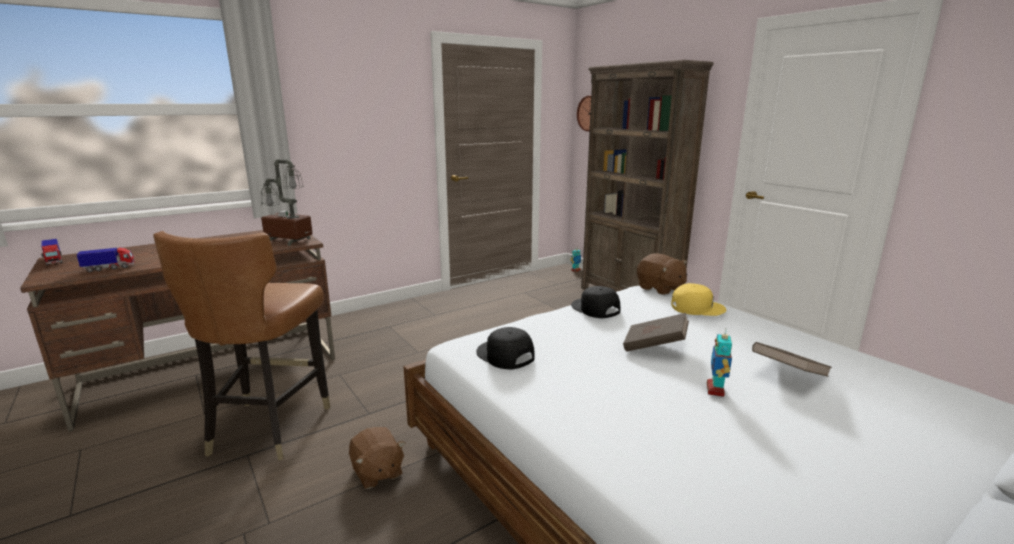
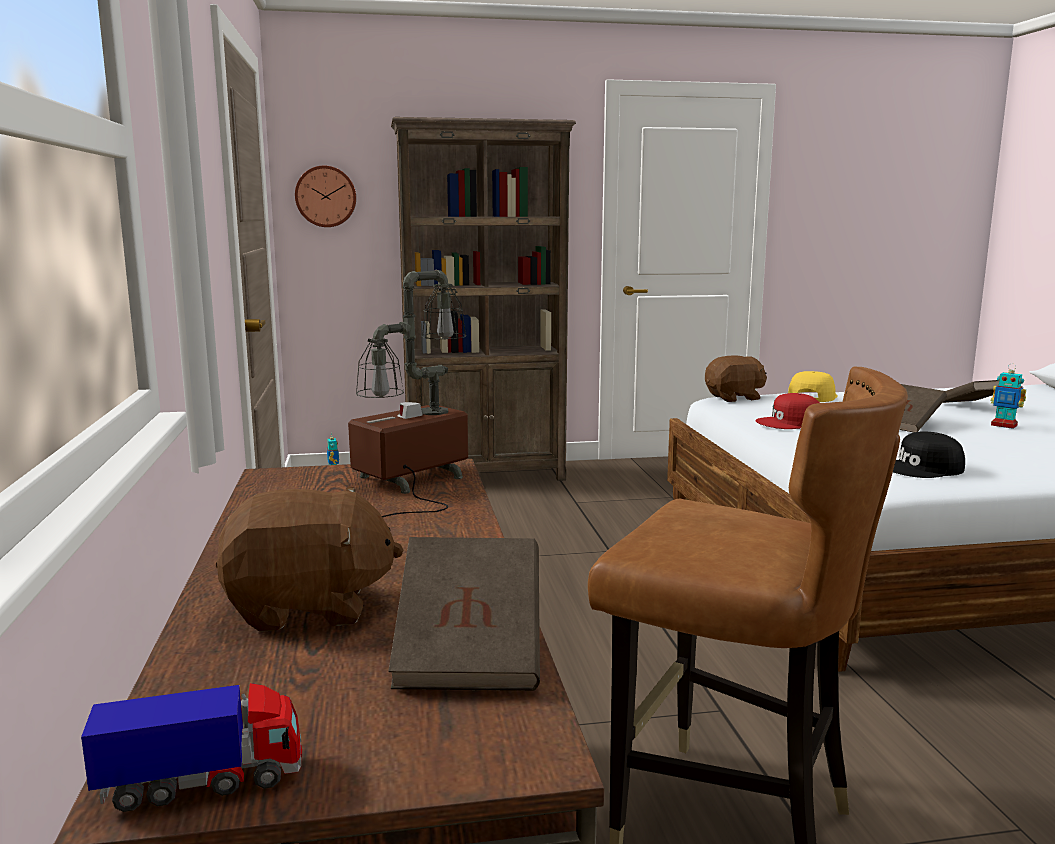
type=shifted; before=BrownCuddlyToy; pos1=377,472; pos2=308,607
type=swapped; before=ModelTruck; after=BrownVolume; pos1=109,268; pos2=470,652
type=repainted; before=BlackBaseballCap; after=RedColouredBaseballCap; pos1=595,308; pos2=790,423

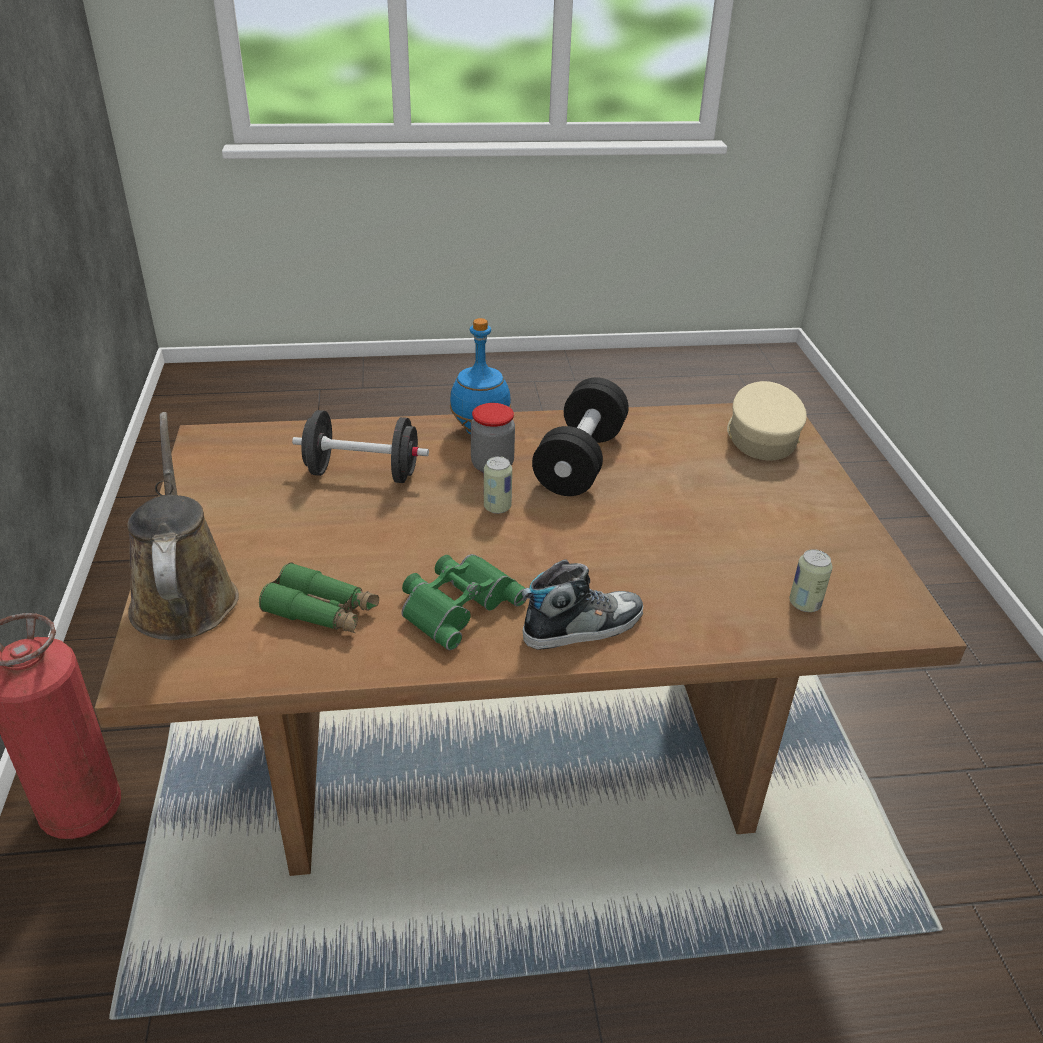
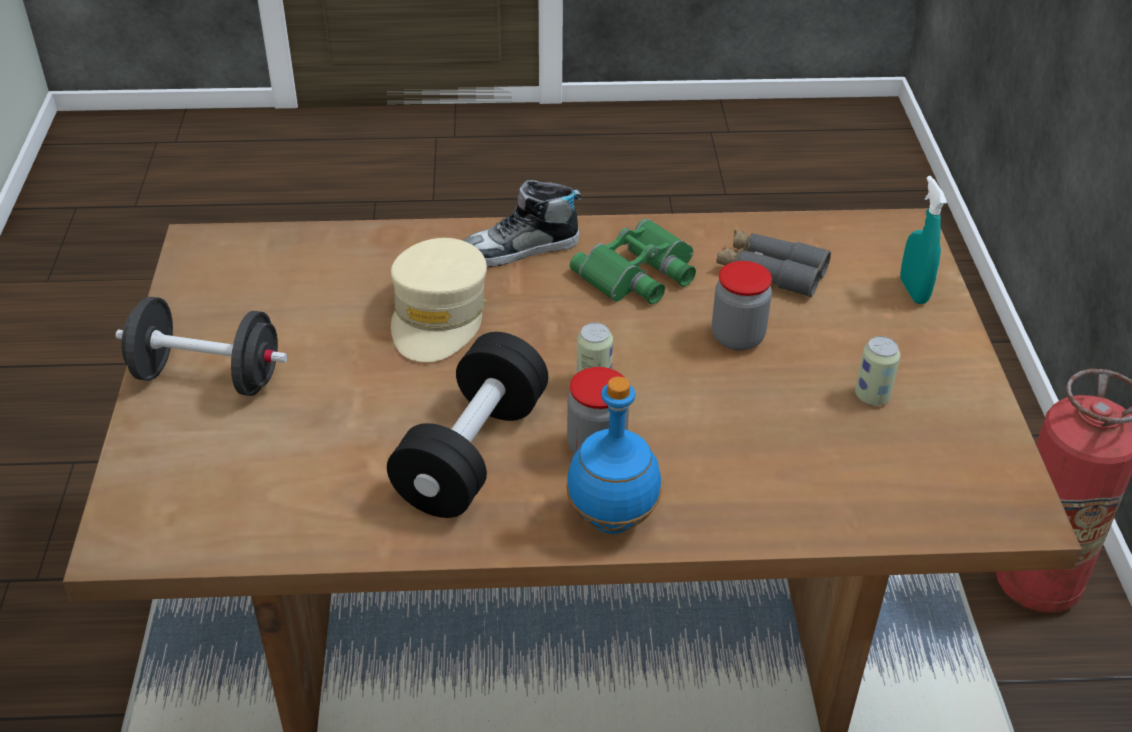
type=shifted; before=BlackDumbbell; pos1=362,473; pos2=208,377
type=shifted; before=BeigeColouredBaseballCap; pos1=761,436; pos2=438,315
type=new; after=PreserveJar; pos2=737,337
type=repainted; before=GreenBinoculars; after=GreyBinoculars; pos1=322,611; pos2=771,271
type=shifted; before=Can; pos1=804,604; pos2=872,396
type=swapped; before=BrownSprinklingCan; after=BlueGreenSprayer; pos1=184,595; pos2=913,291

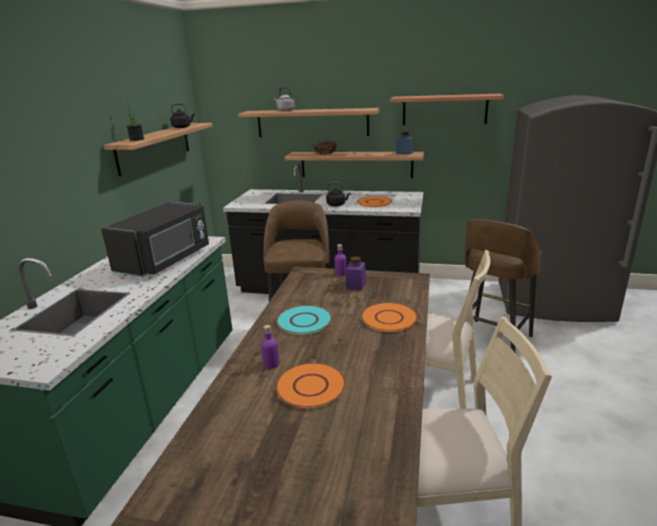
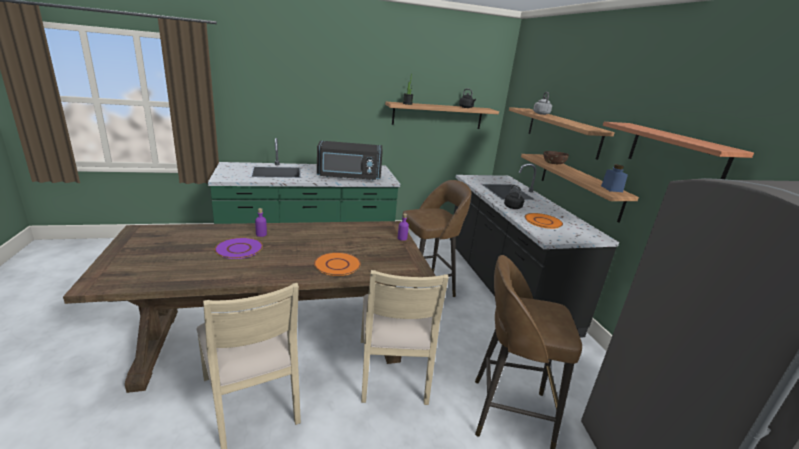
type=repainted; before=OrangeDinnerPlate; after=PurplishDinnerPlate; pos1=311,386; pos2=239,249
type=gone; before=BlueGreenDinnerPlate; pos1=304,321
type=gone; before=PurplishPreserveJar; pos1=356,285

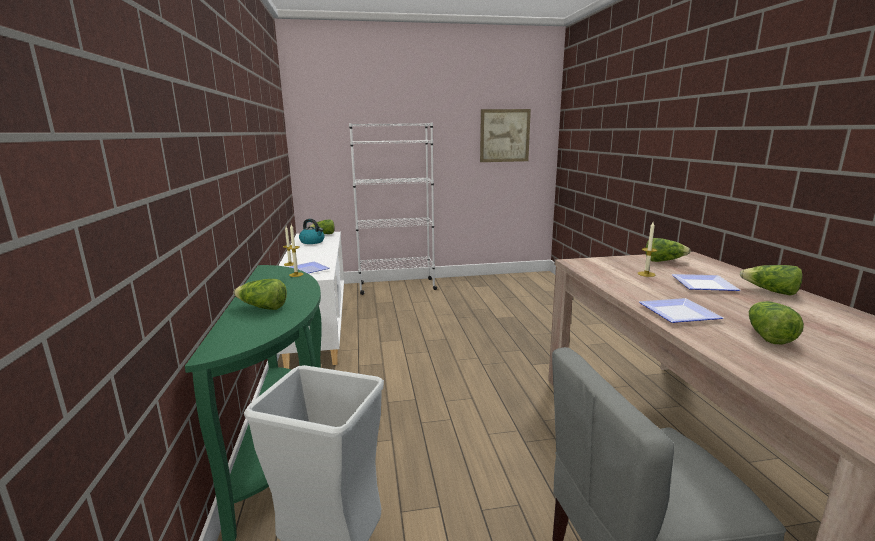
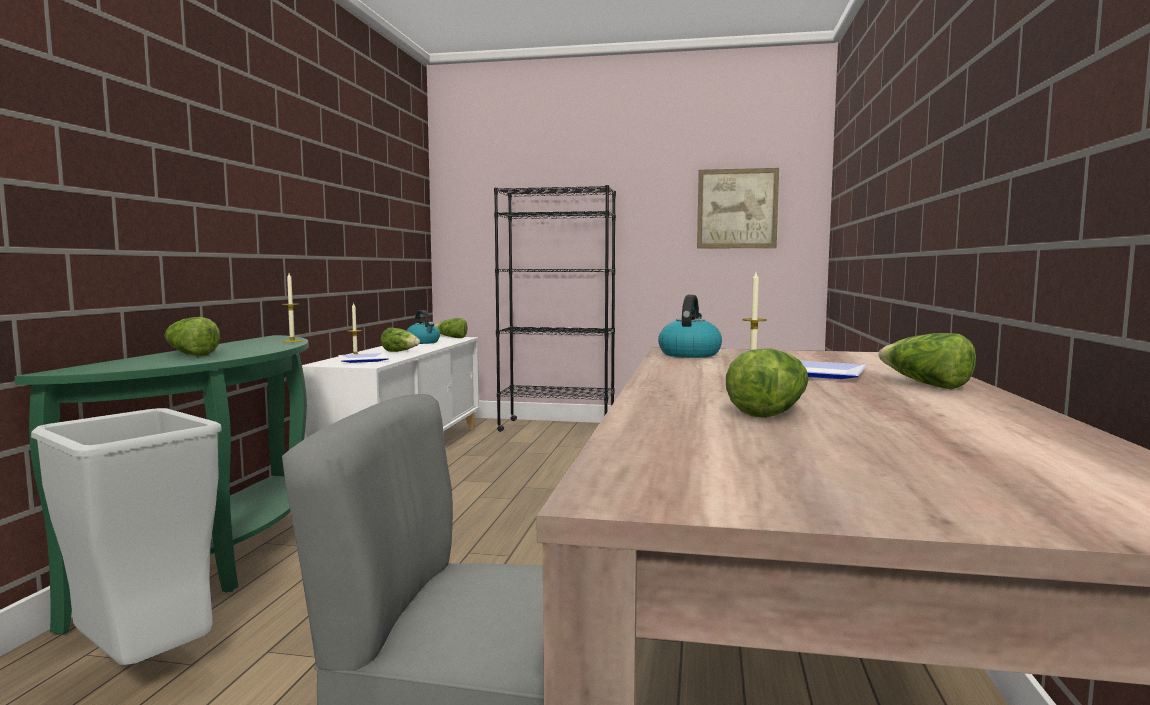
type=shifted; before=LettuceHead; pos1=663,261; pos2=400,352
type=repainted; before=WhitishBookcase; after=BlackBookcase; pos1=396,286; pos2=557,427
type=new; after=Kettle; pos2=689,354
type=gone; before=DinnerPlate; pos1=681,314

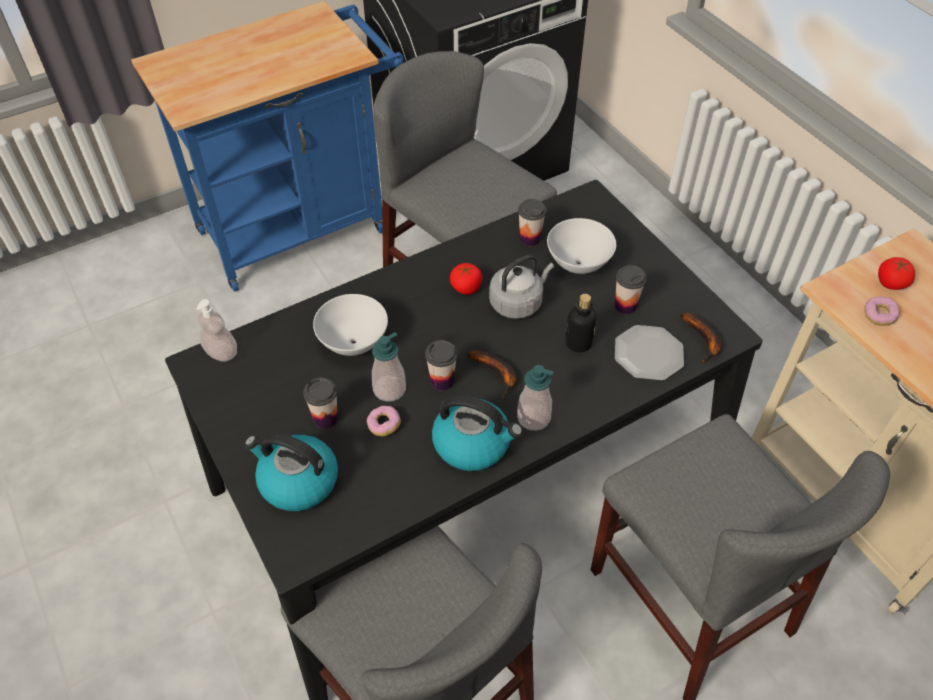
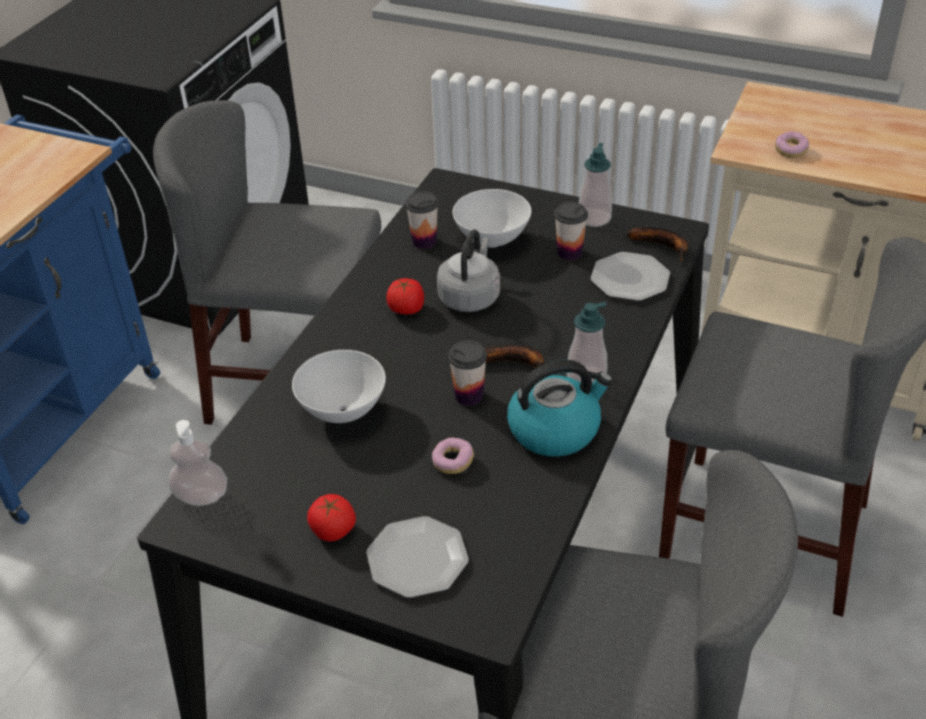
type=shifted; before=Tomato; pos1=890,283; pos2=333,530
type=swapped; before=Kettle; after=DinnerPlate; pos1=297,481; pos2=418,560
type=shifted; before=SoapDispenser; pos1=389,389; pos2=594,218
type=gone; before=SmallCup; pos1=325,418
type=gone; before=BeverageBottle; pos1=578,343

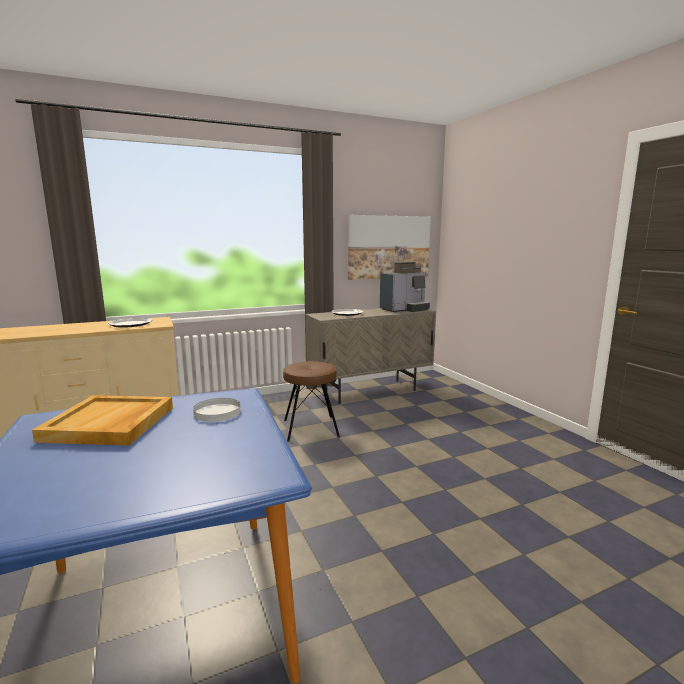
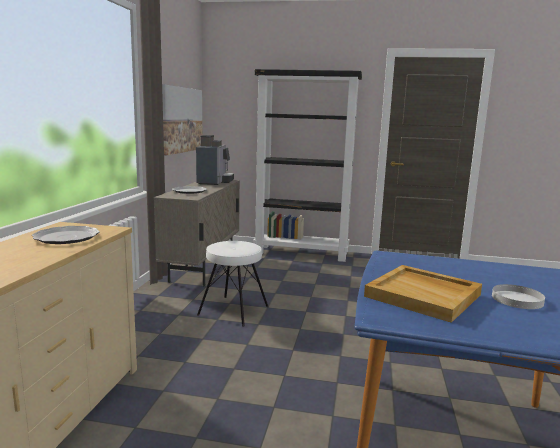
type=repainted; before=BrownStool; after=WhitishStool; pos1=311,428; pos2=233,310
type=new; after=BlackBookcase; pos2=302,253
type=shifted; before=WhitishDinnerPlate; pos1=217,412; pos2=517,299

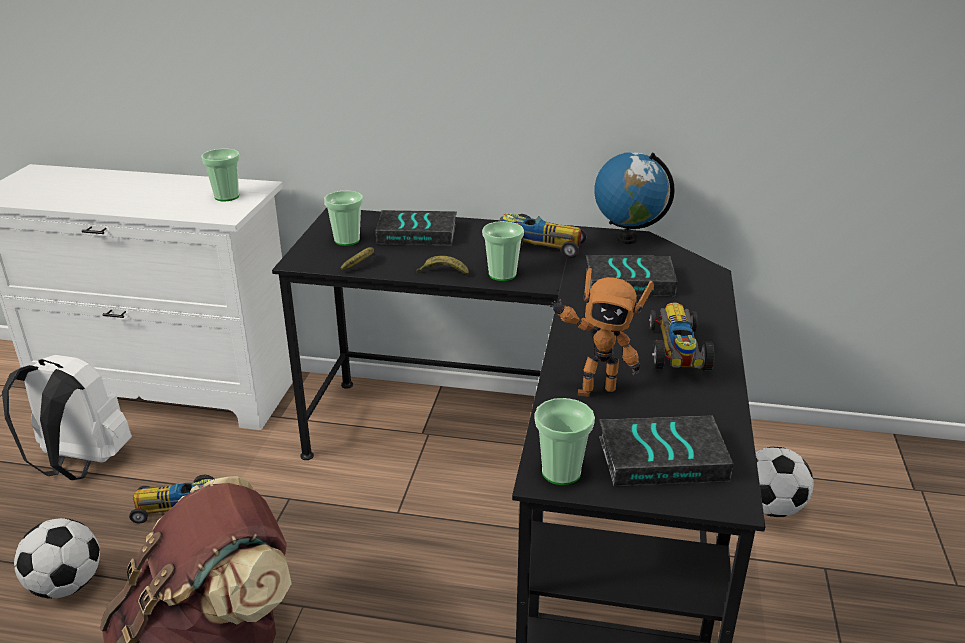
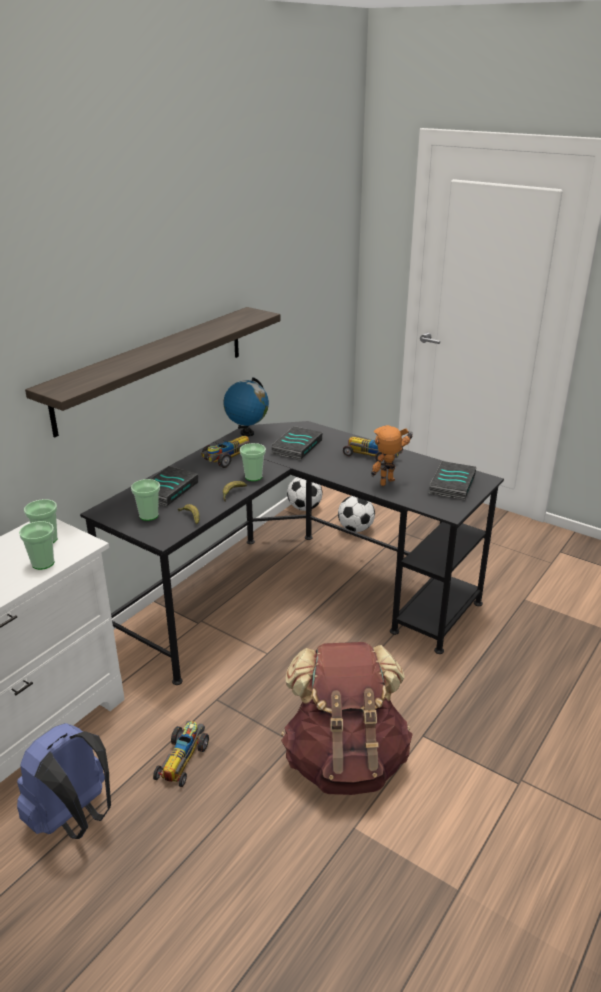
type=repainted; before=WhitishKnapsack; after=BluishKnapsack; pos1=80,464; pos2=74,818
type=shifted; before=SmallCup; pos1=561,472; pos2=43,563
type=new; after=WallShelf; pos2=153,367
type=shifted; before=Football; pos1=67,585; pos2=304,508
type=rotated; before=RobotFigure; pos1=594,389; pos2=390,484; turn=-150

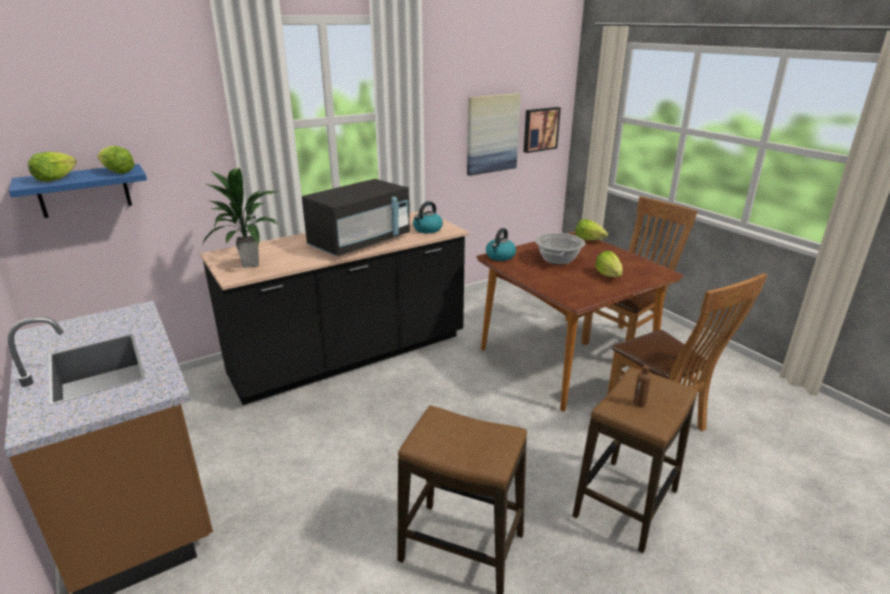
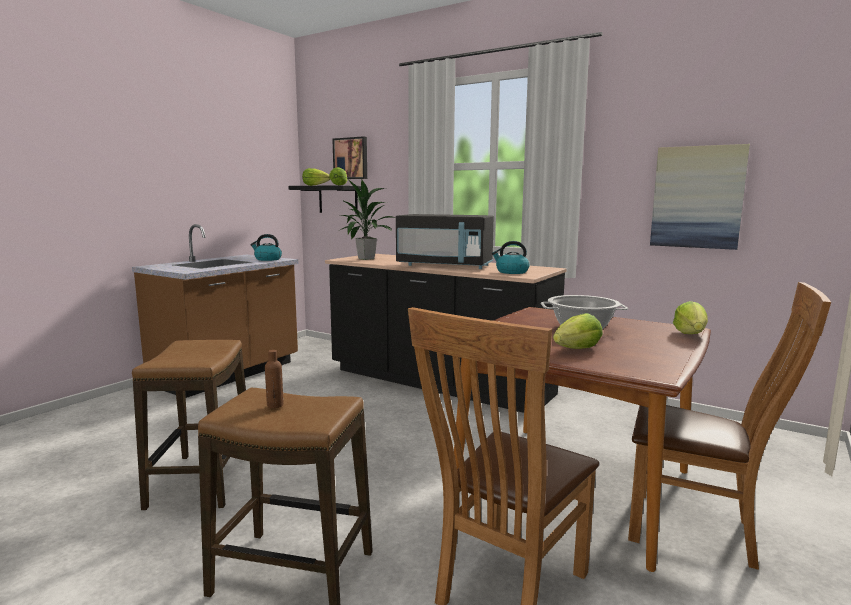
type=shifted; before=Kettle; pos1=500,256; pos2=267,259
type=repainted; before=BluishWallShelf; after=BlackWallShelf; pos1=84,191; pos2=338,199
type=shifted; before=Picture; pos1=540,129; pos2=351,158

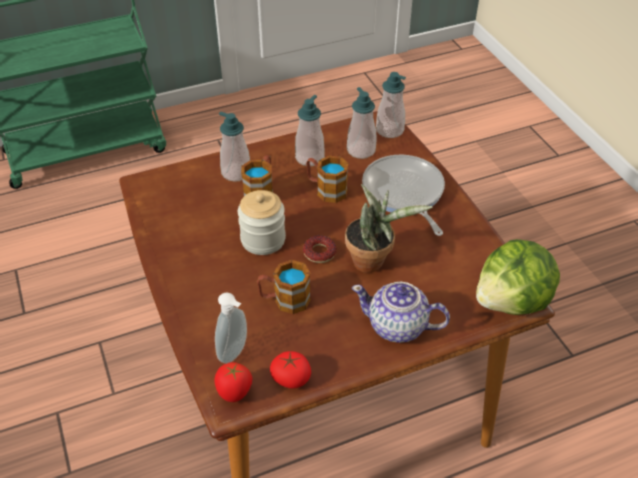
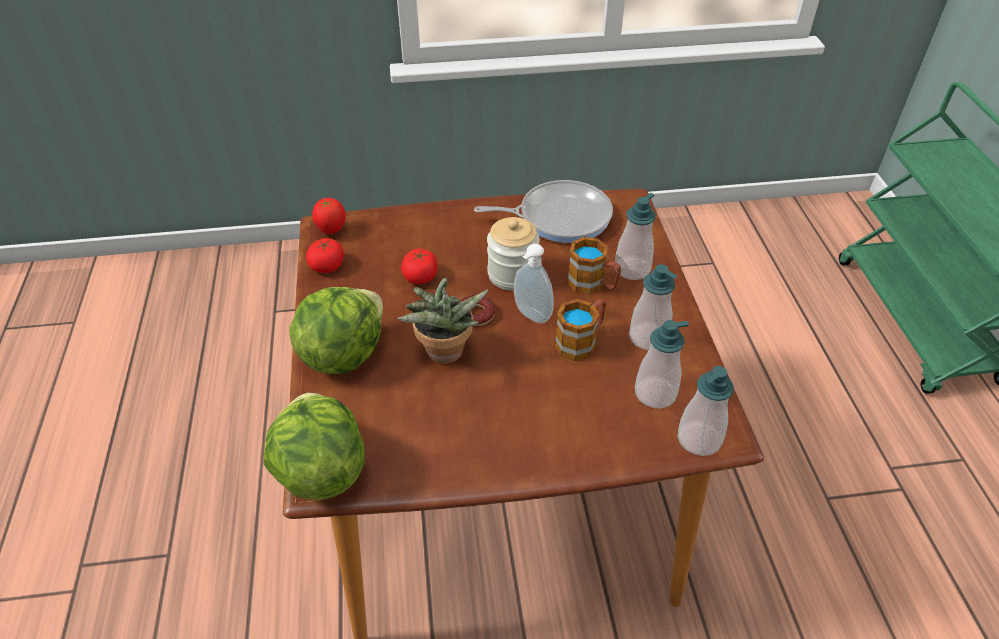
type=swapped; before=TeaPot; after=LettuceHead; pos1=398,327; pos2=342,353
type=swapped; before=CoffeeMug; after=Tomato; pos1=284,300; pos2=420,276
type=shifted; before=Pan; pos1=404,193; pos2=559,217
type=shifted; before=SoapDispenser; pos1=235,353; pos2=530,316

